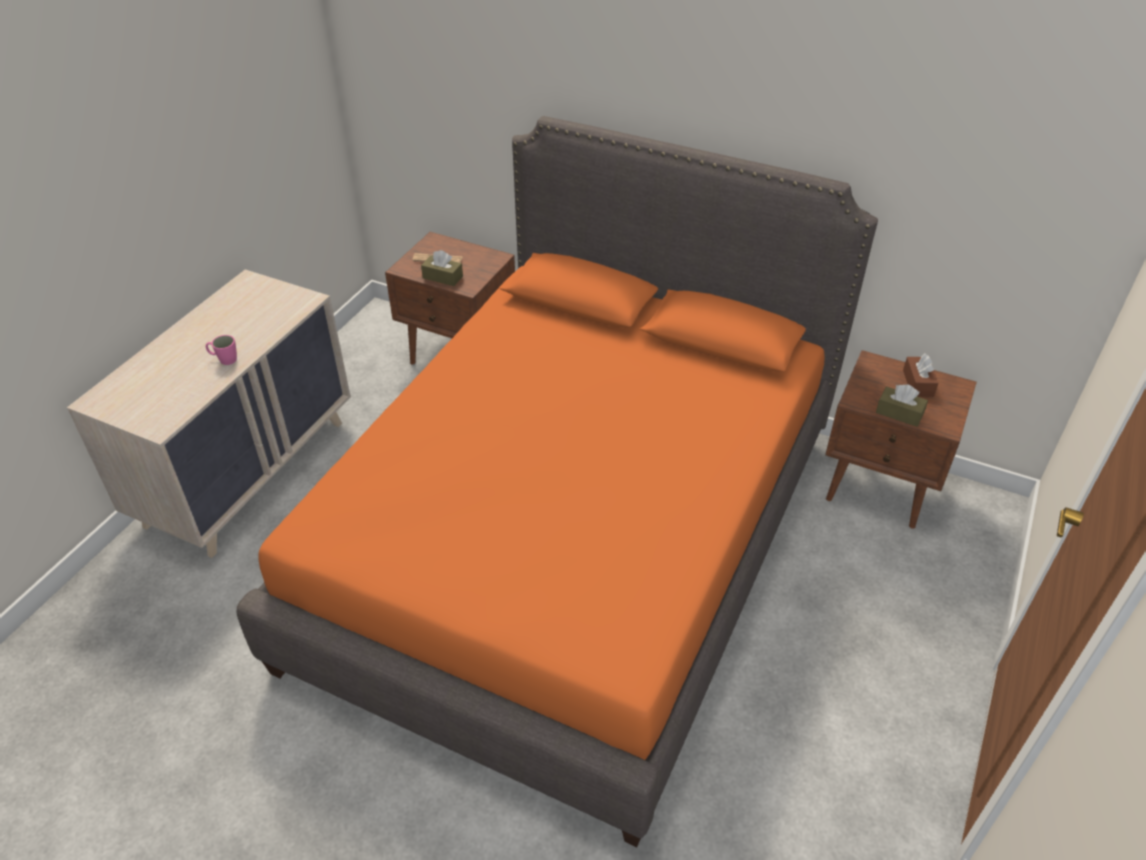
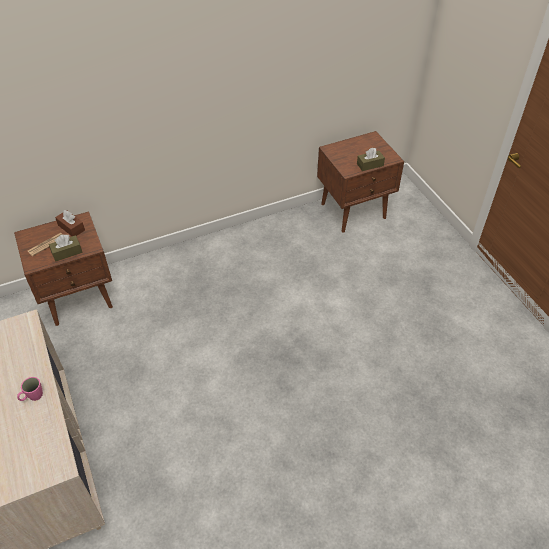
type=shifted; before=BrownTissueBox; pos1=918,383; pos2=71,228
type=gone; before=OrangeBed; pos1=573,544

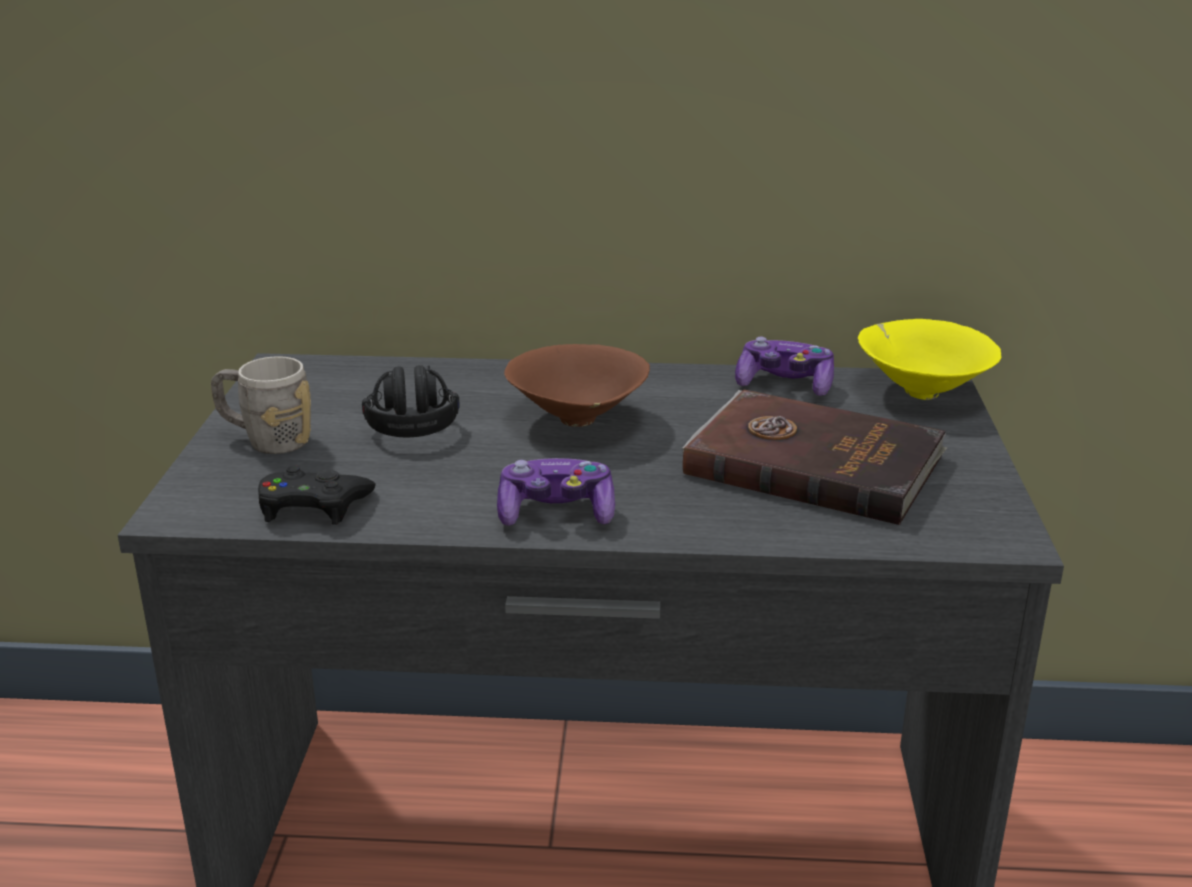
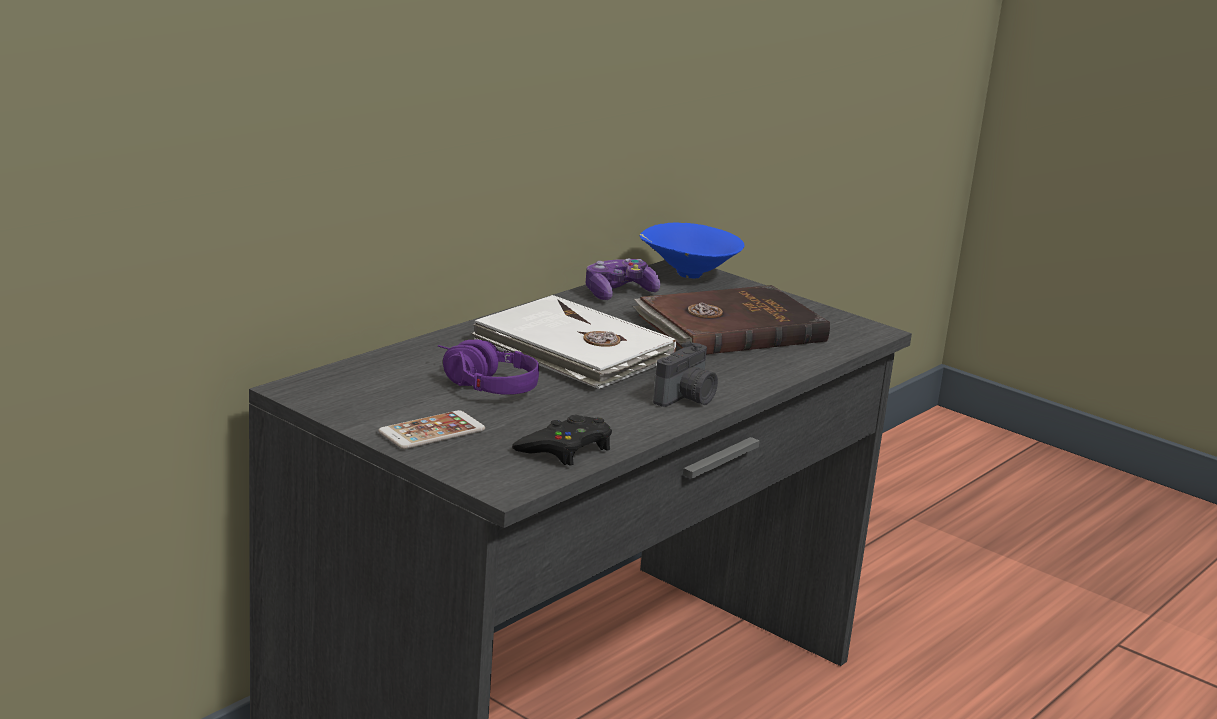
type=swapped; before=GreyCoffeeMug; after=Telephone; pos1=266,440; pos2=432,431
type=repainted; before=BlackPairOfHeadphones; after=PurplishPairOfHeadphones; pos1=412,418; pos2=479,385
type=swapped; before=BrownDeepDish; after=WhitishVolume; pos1=578,422; pos2=573,351
type=repainted; before=YellowDeepDish; after=BluishDeepDish; pos1=919,392; pos2=686,274
type=swapped; before=GameController; after=StillCamera; pos1=556,513; pos2=687,398

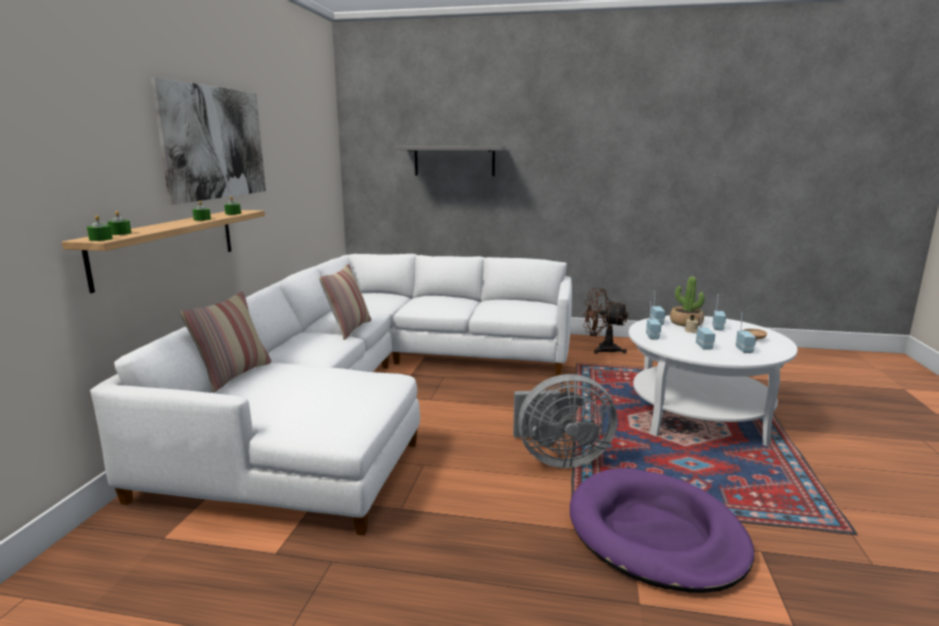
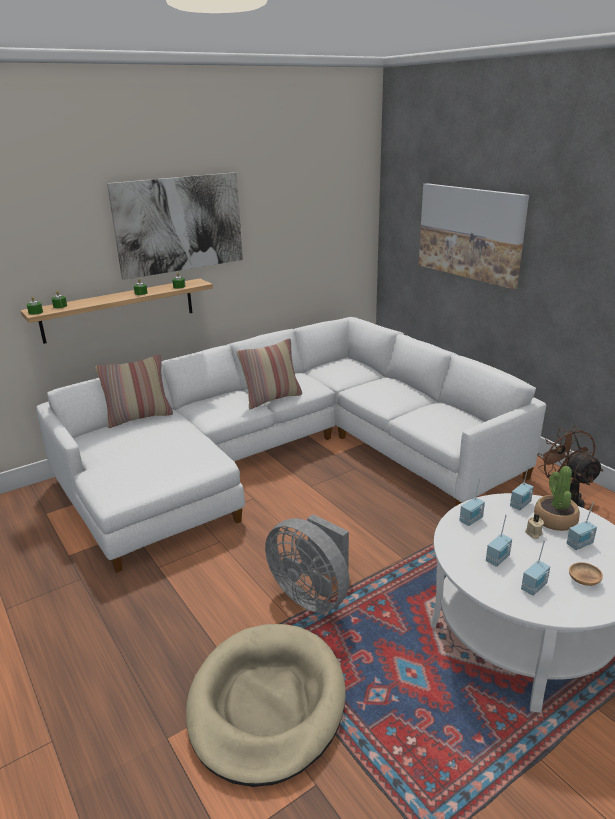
type=repainted; before=PurplishDogBed; after=BeigeColouredDogBed; pos1=655,534; pos2=266,704
type=swapped; before=GreyWallShelf; after=Picture; pos1=454,161; pos2=470,233

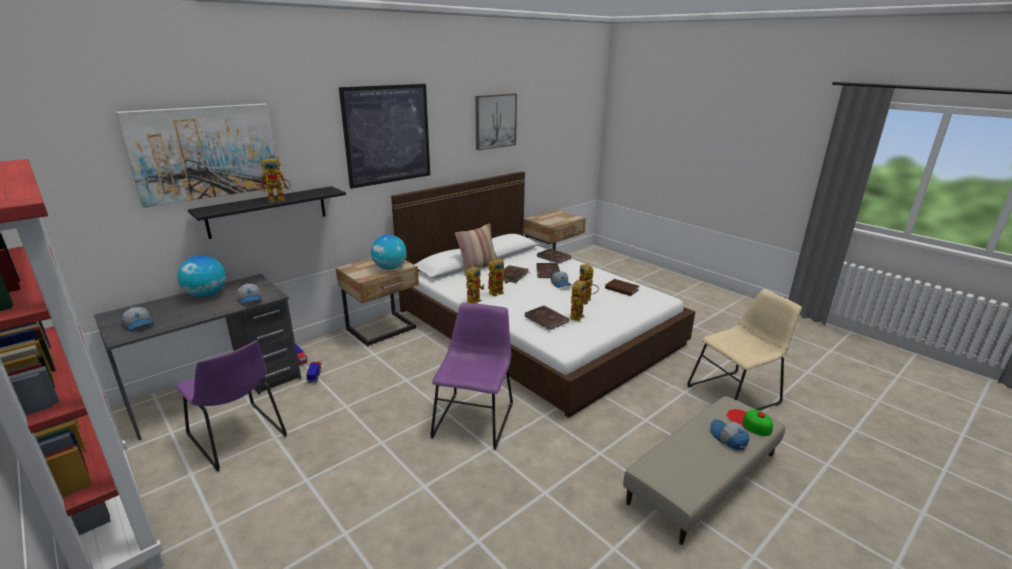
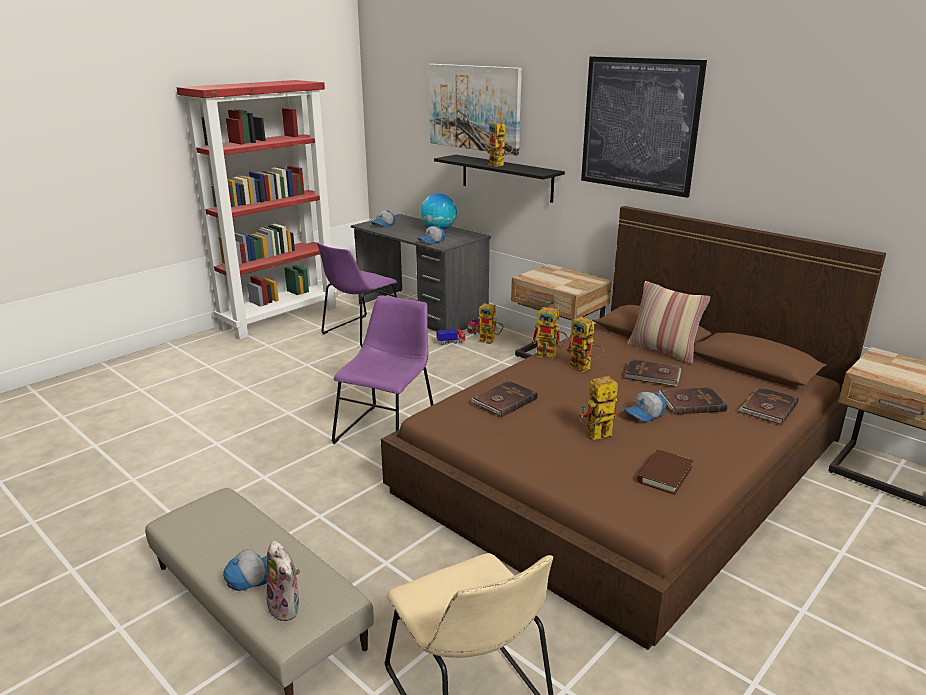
type=swapped; before=BaseballCap; after=CuddlyToy; pos1=749,422; pos2=287,607
type=rotated; before=PurplishChair; pos1=475,418; pos2=388,429; turn=-75
type=repainted; before=WhitishBed; after=BrownBed; pos1=536,326; pos2=626,464
type=shifted; before=RobotFigure; pos1=577,315; pos2=490,341
type=gone; before=WorldGlobe; pos1=390,268
type=gone; before=Picture; pos1=495,121

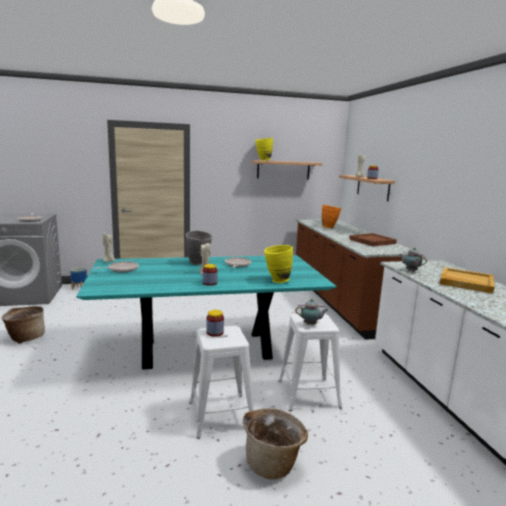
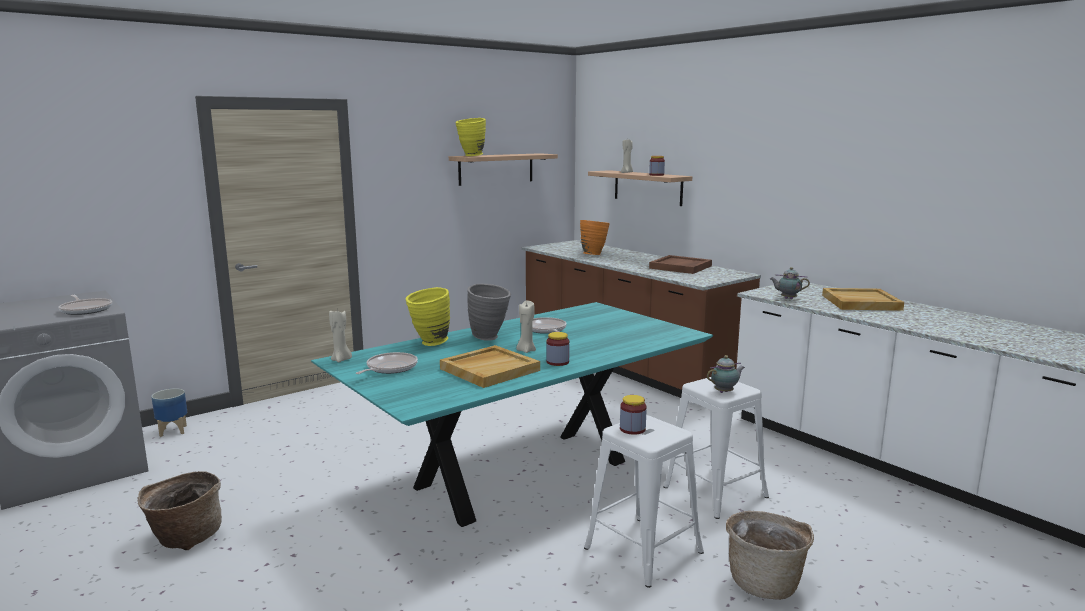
type=shifted; before=YellowFlowerVase; pos1=276,281; pos2=429,343
type=new; after=BeigeColouredCarryingTray; pos2=490,369

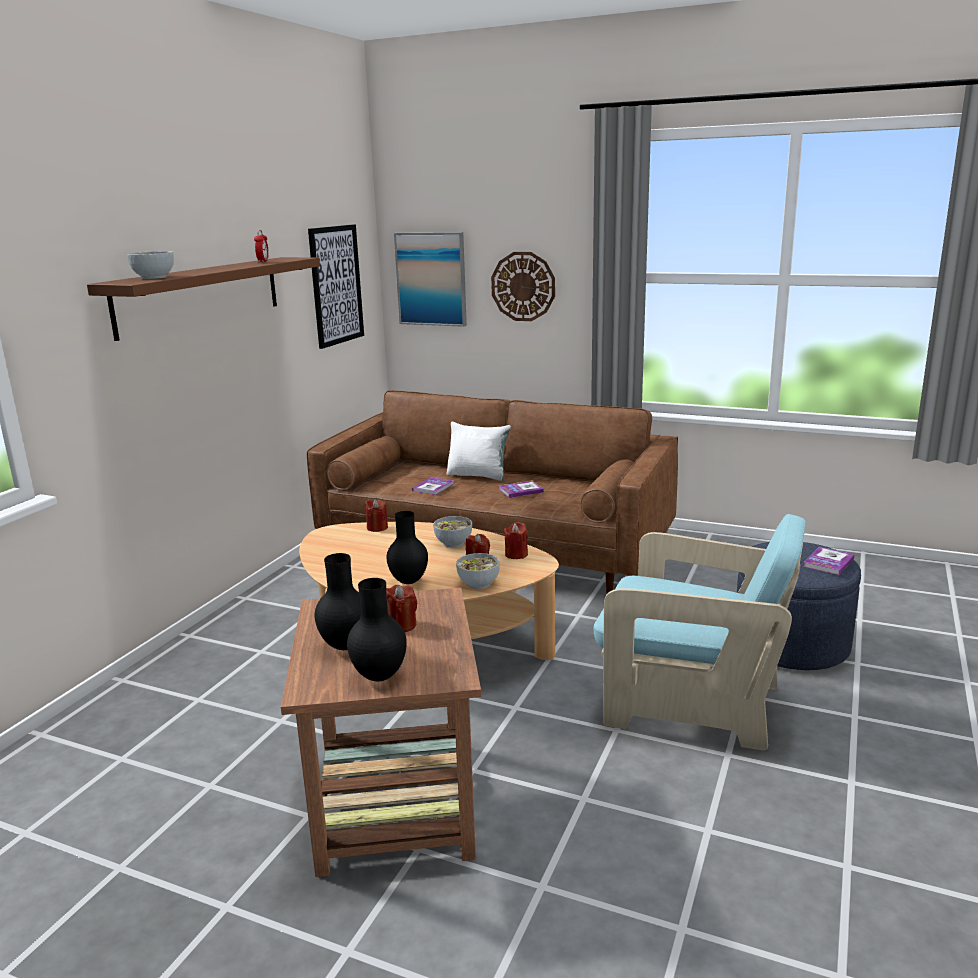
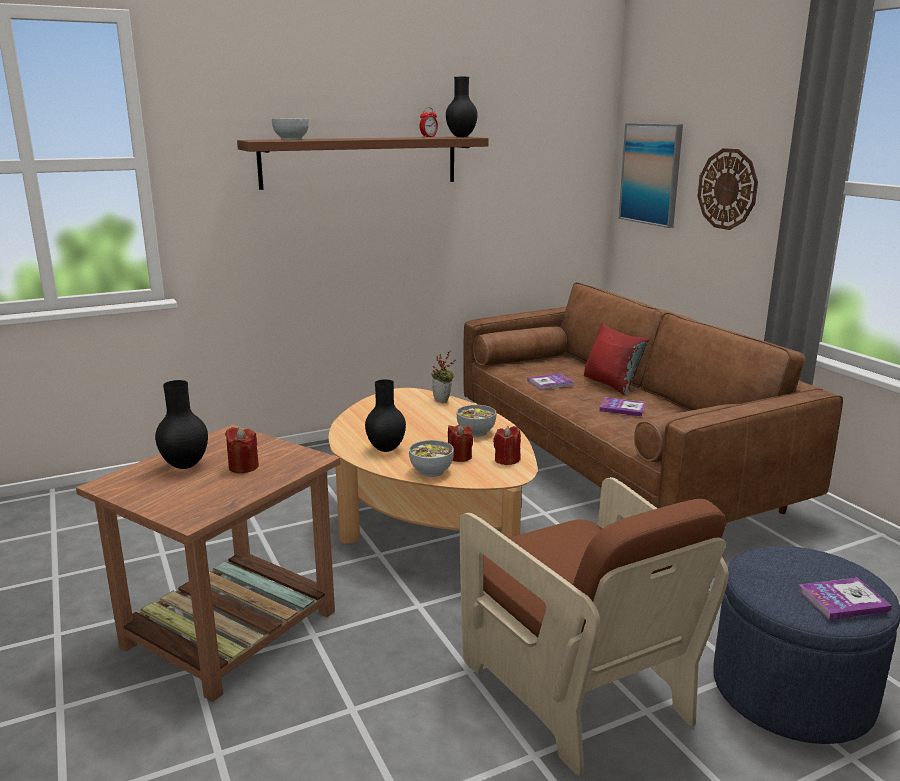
type=swapped; before=RedColouredWaxCandle; after=PlantInAPot; pos1=377,527; pos2=443,401
type=shifted; before=BlackFlowerVase; pos1=378,676; pos2=461,137
type=repainted; before=BlueGreenArmchair; after=BrownArmchair; pos1=691,702; pos2=577,687
type=repainted; before=WhitishThrowPillow; after=RedColouredThrowPillow; pos1=478,475; pos2=611,384
type=gone; before=Picture; pos1=336,285

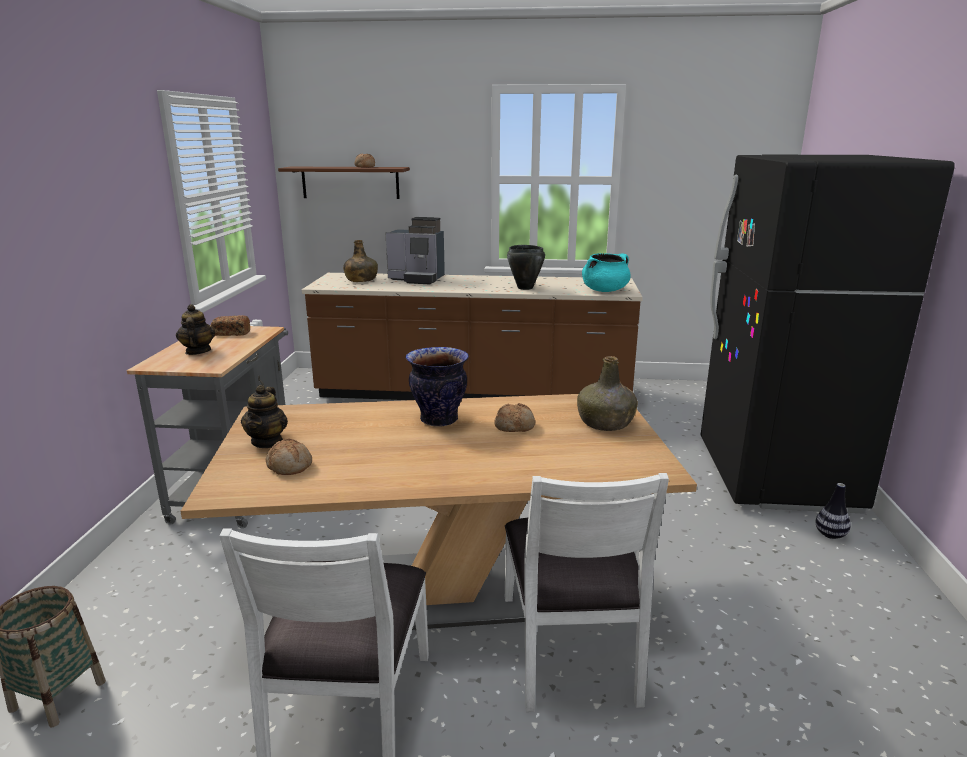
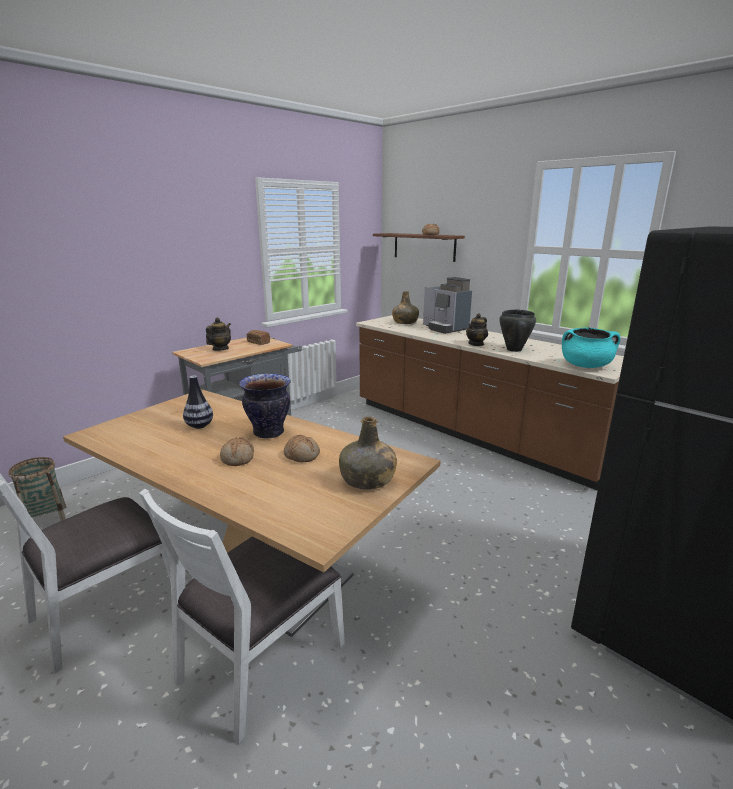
type=shifted; before=FlowerVase; pos1=830,535; pos2=199,426
type=shifted; before=BakedBread; pos1=290,466; pos2=238,458
type=shifted; before=TeaPot; pos1=267,441; pos2=476,344

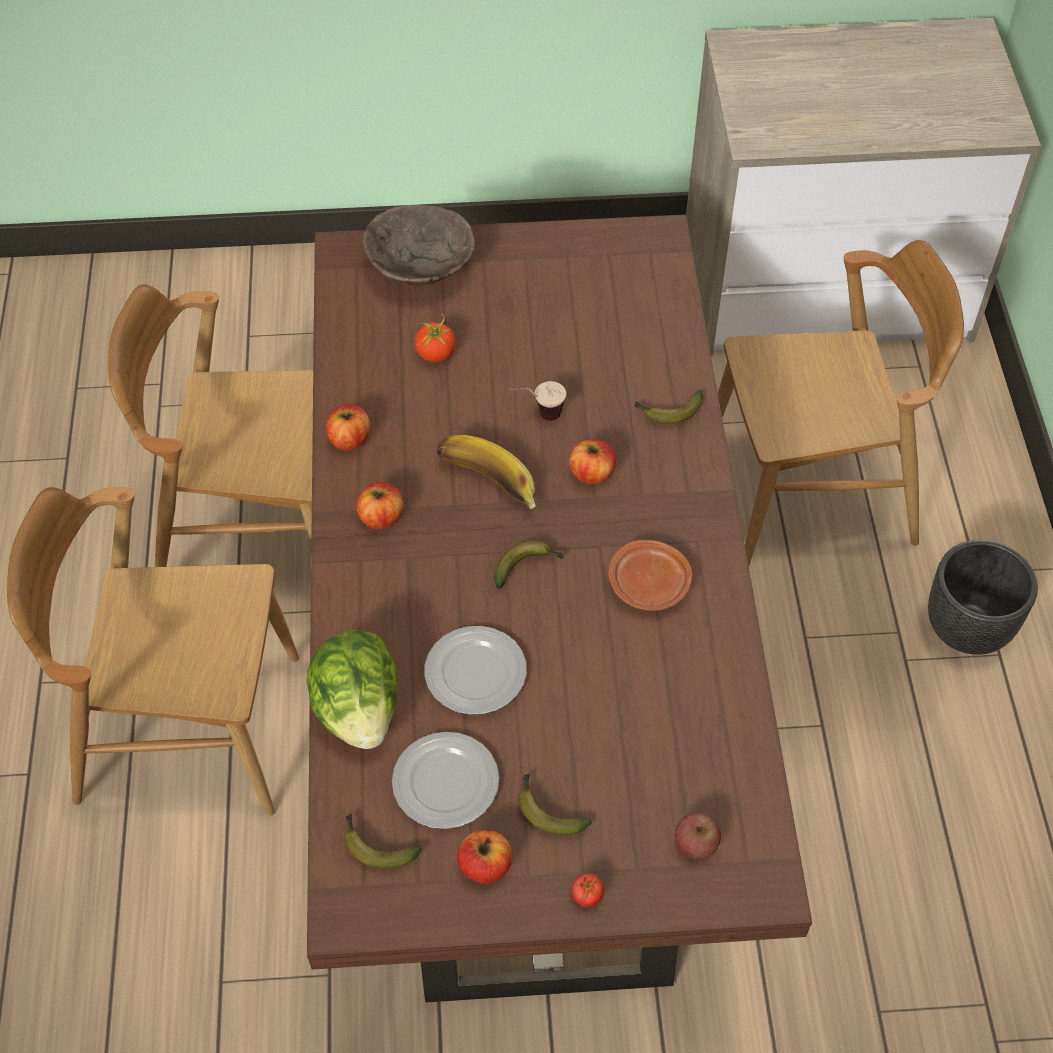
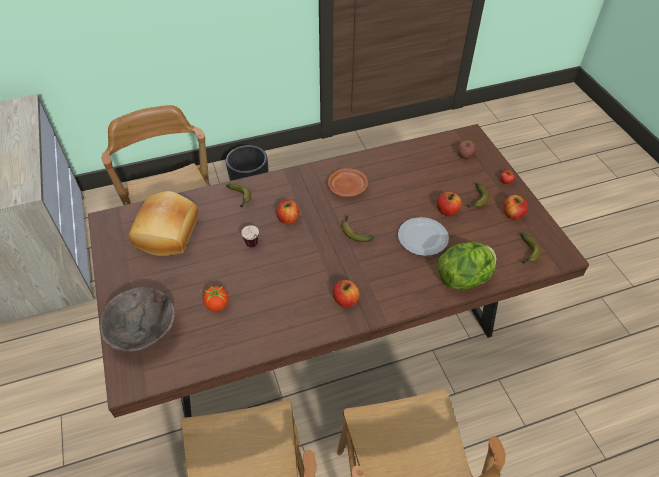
type=new; after=BakedBread; pos2=169,233
type=shifted; before=WholeApple; pos1=349,439; pos2=447,211
type=gone; before=DinnerPlate; pos1=444,783
type=gone; before=Banana; pos1=486,486

